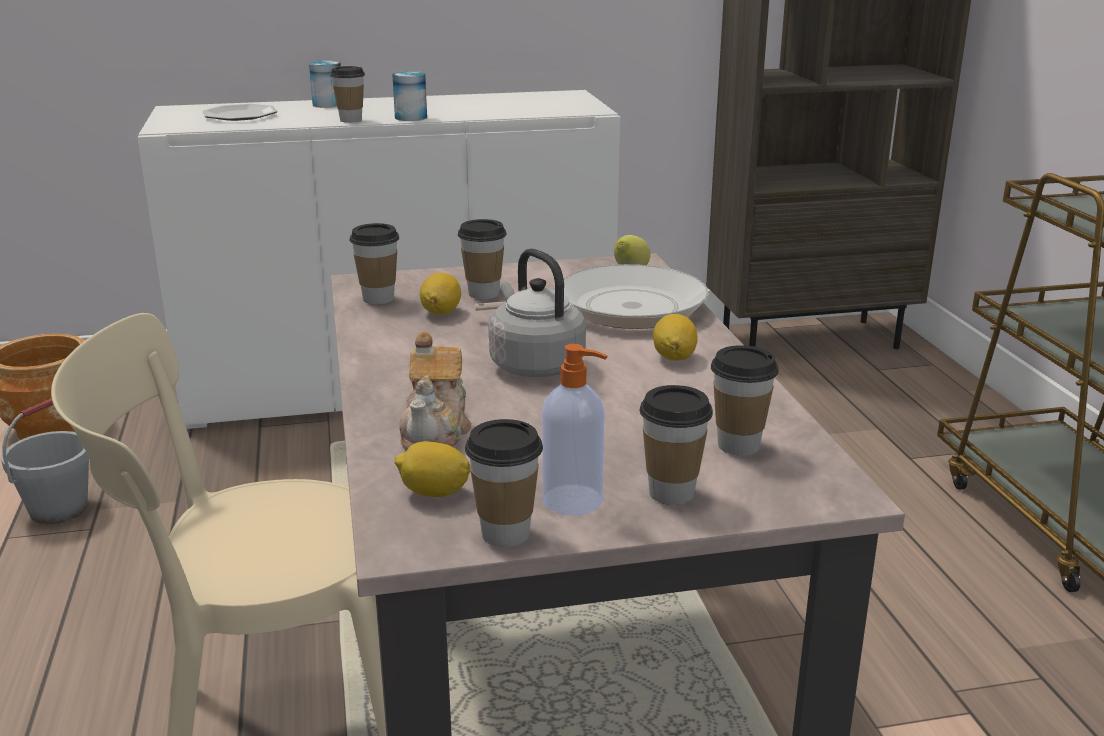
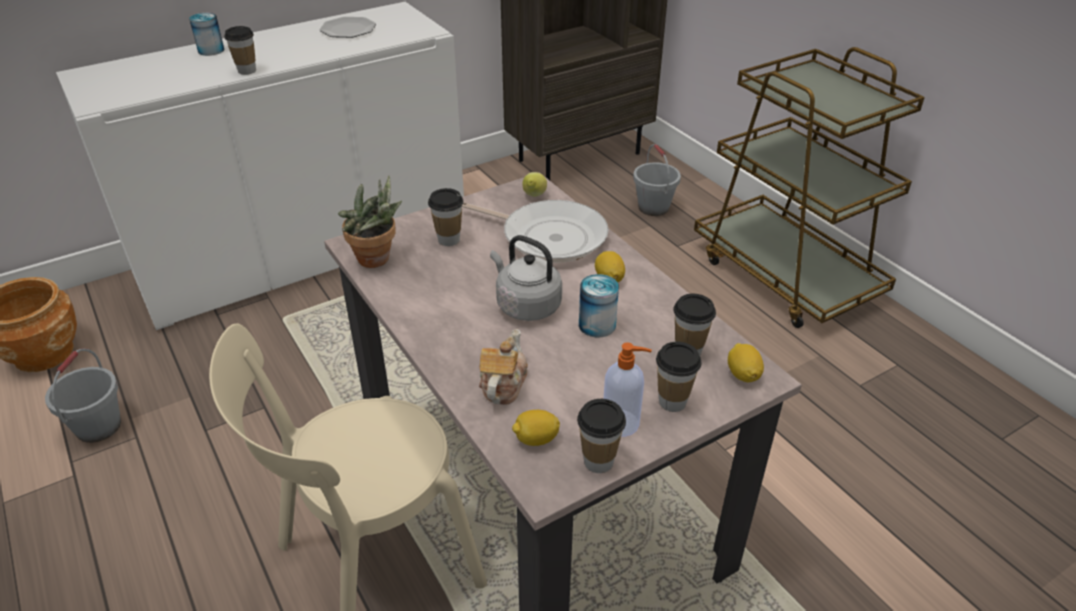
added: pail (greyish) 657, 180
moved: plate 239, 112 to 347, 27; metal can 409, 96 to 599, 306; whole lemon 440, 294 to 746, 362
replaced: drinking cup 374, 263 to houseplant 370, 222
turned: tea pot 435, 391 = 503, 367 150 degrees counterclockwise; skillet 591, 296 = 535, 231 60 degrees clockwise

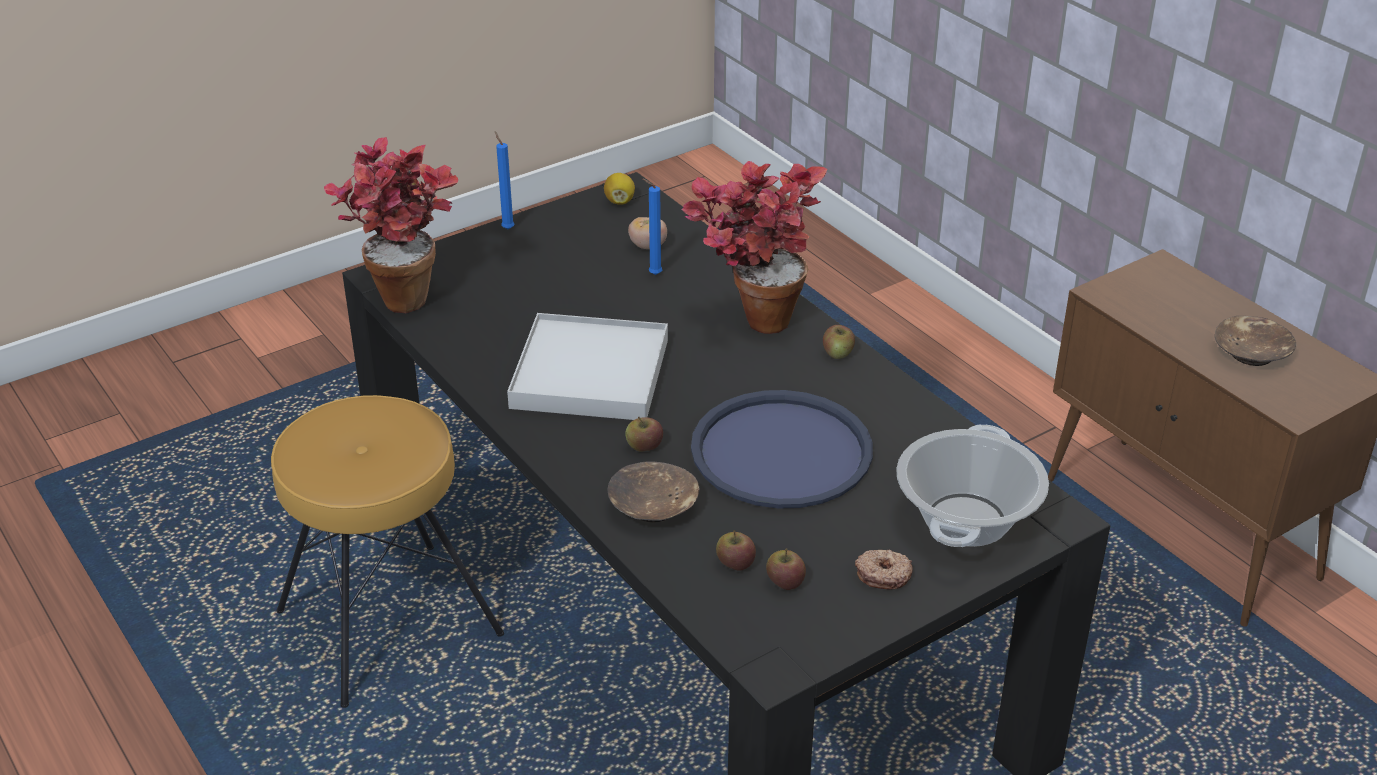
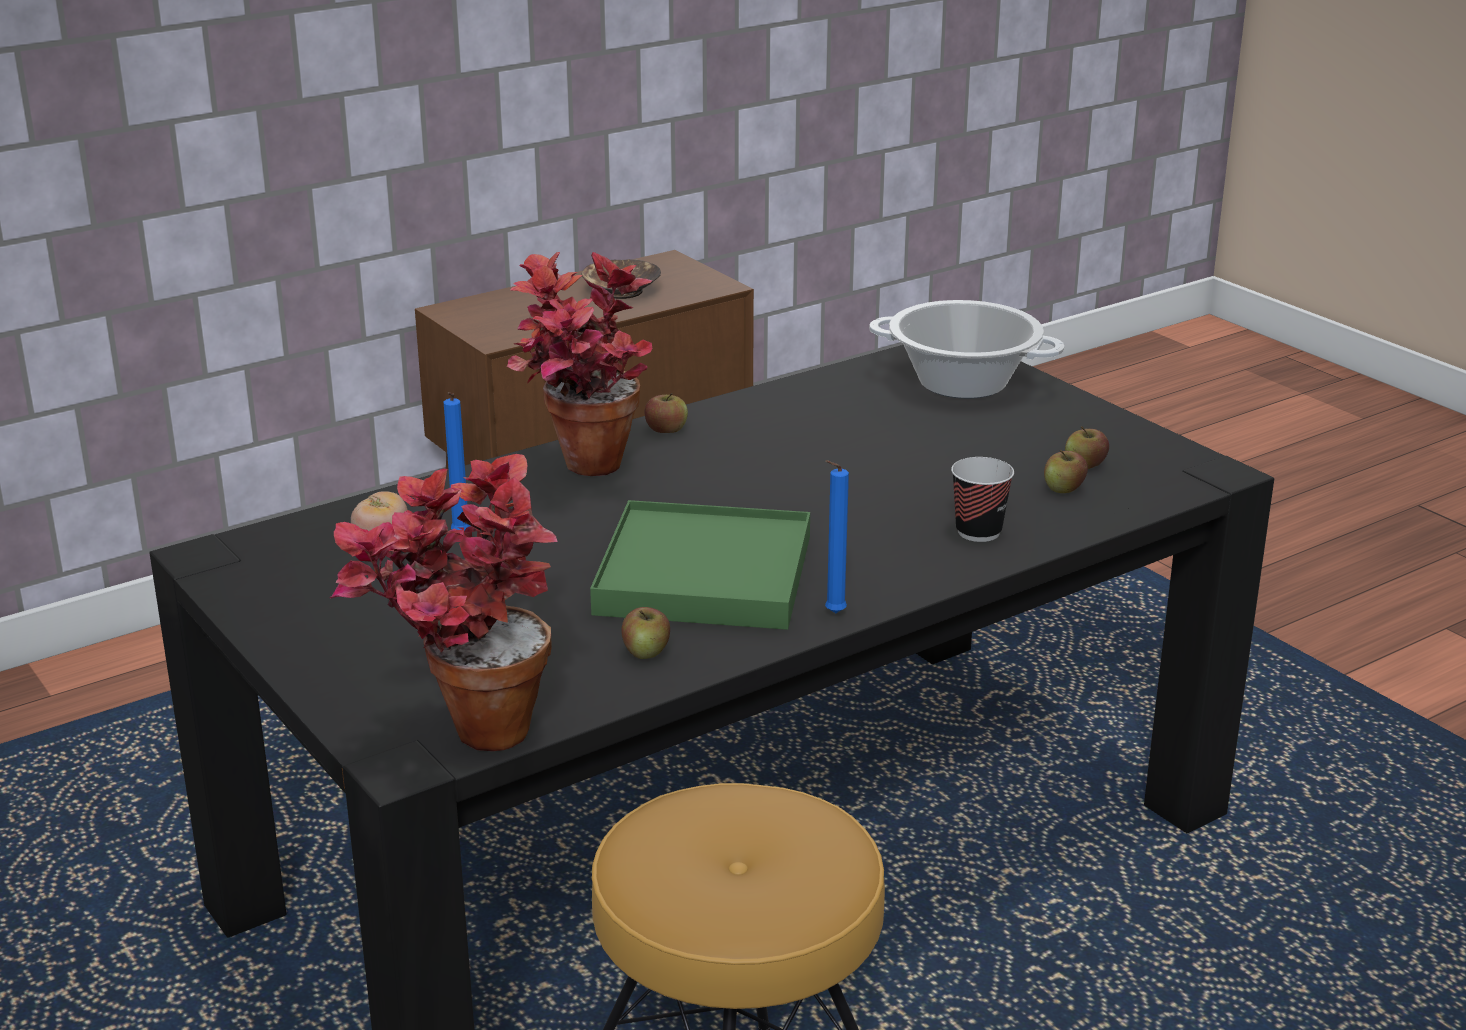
removed: whole lemon 619, 189; tray (bluish) 782, 449; donut 884, 569
moved: wax candle (bluish) 505, 180 to 837, 536; whole apple 644, 434 to 645, 633
replaced: serving bowl (brown-coloured) 653, 492 to drinking cup 982, 499
recoloured: tray (white-coloured) 587, 366 to tray (green-coloured) 700, 565

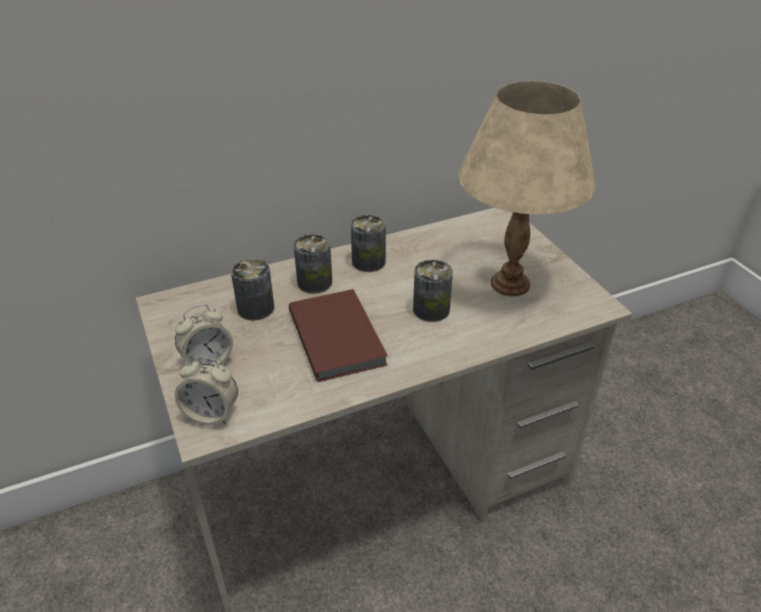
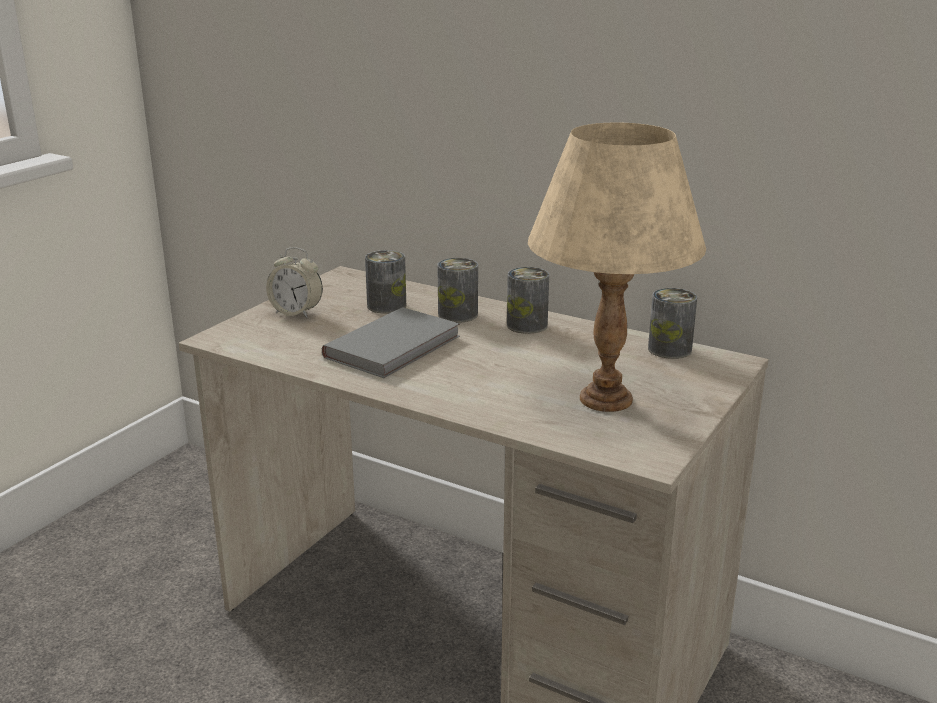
removed: table clock 206, 390
moved: metal can 433, 290 to 672, 323
recoloured: bound book (brown-coloured) 338, 335 to bound book (greyish) 391, 342

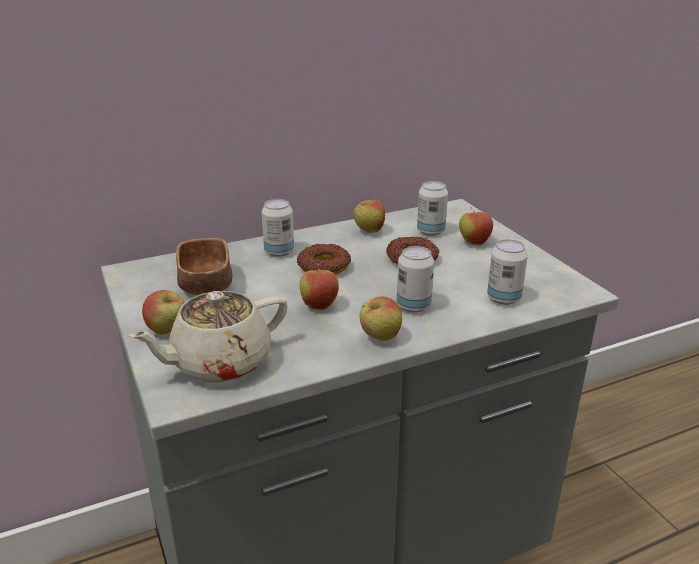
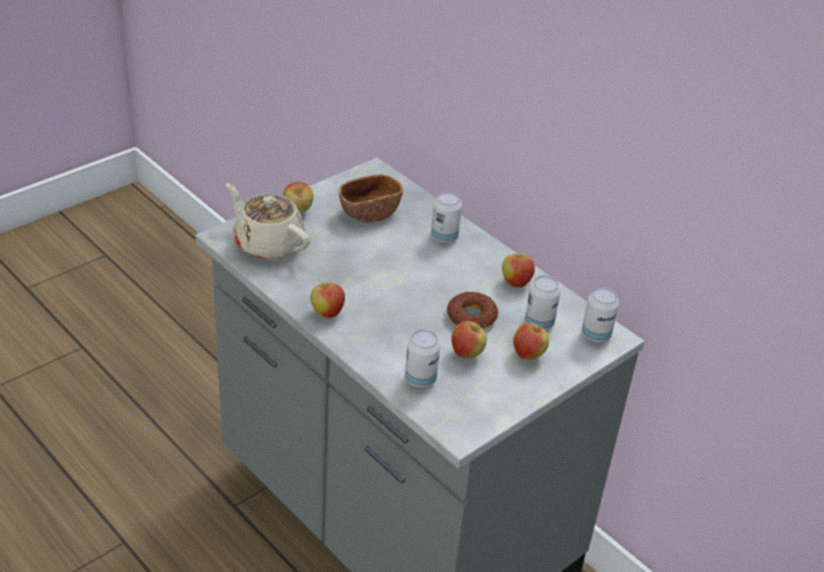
removed: donut 324, 259
moved: whole apple 319, 287 to 469, 340; metal can 415, 279 to 600, 314

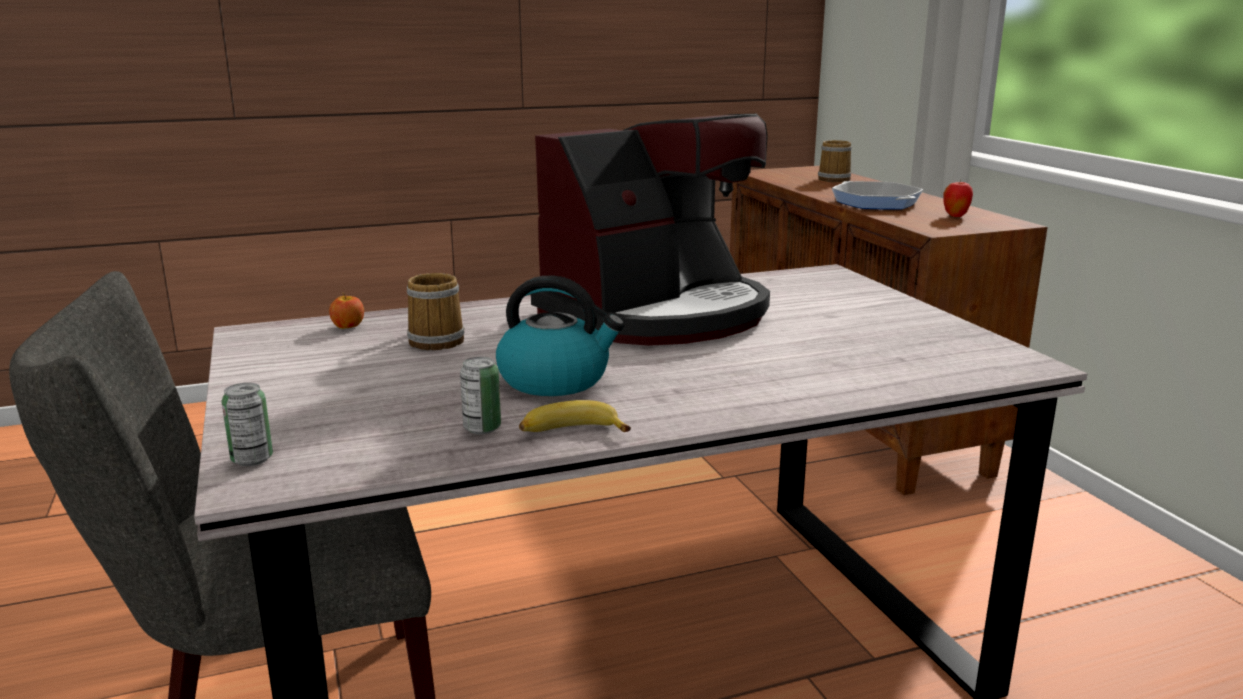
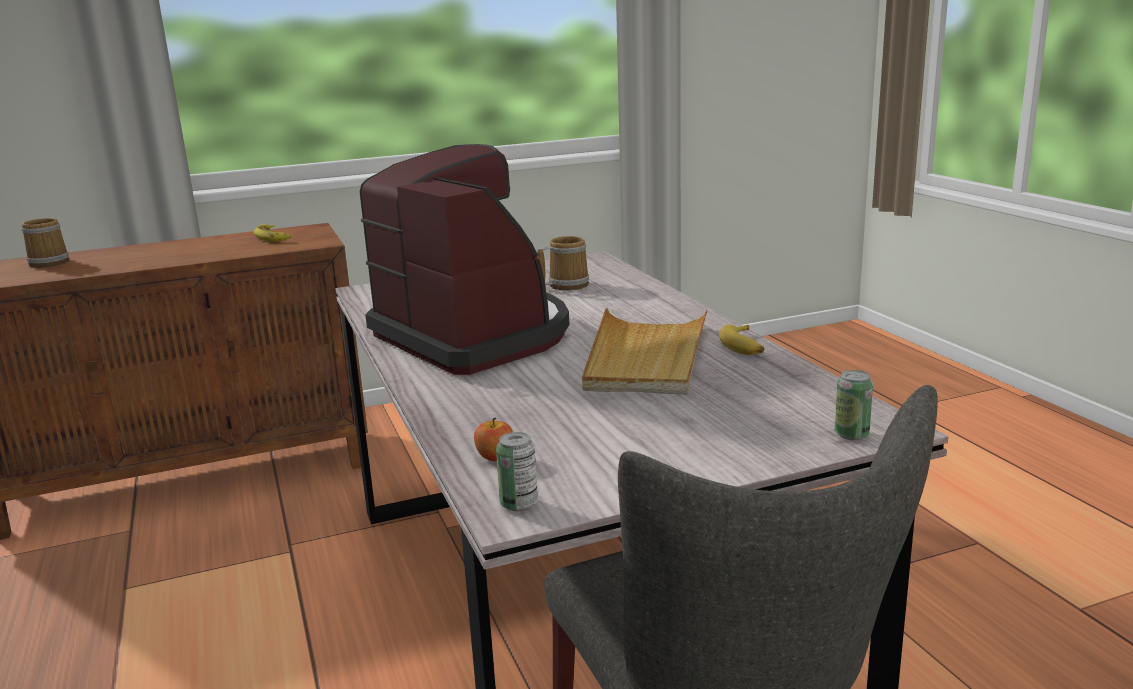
removed: skillet 877, 195
moved: mug 436, 311 to 563, 263; metal can 480, 395 to 517, 471
replaced: tea kettle 560, 336 to tray (beige-coloured) 644, 351; whole apple 958, 198 to banana fruit 272, 233

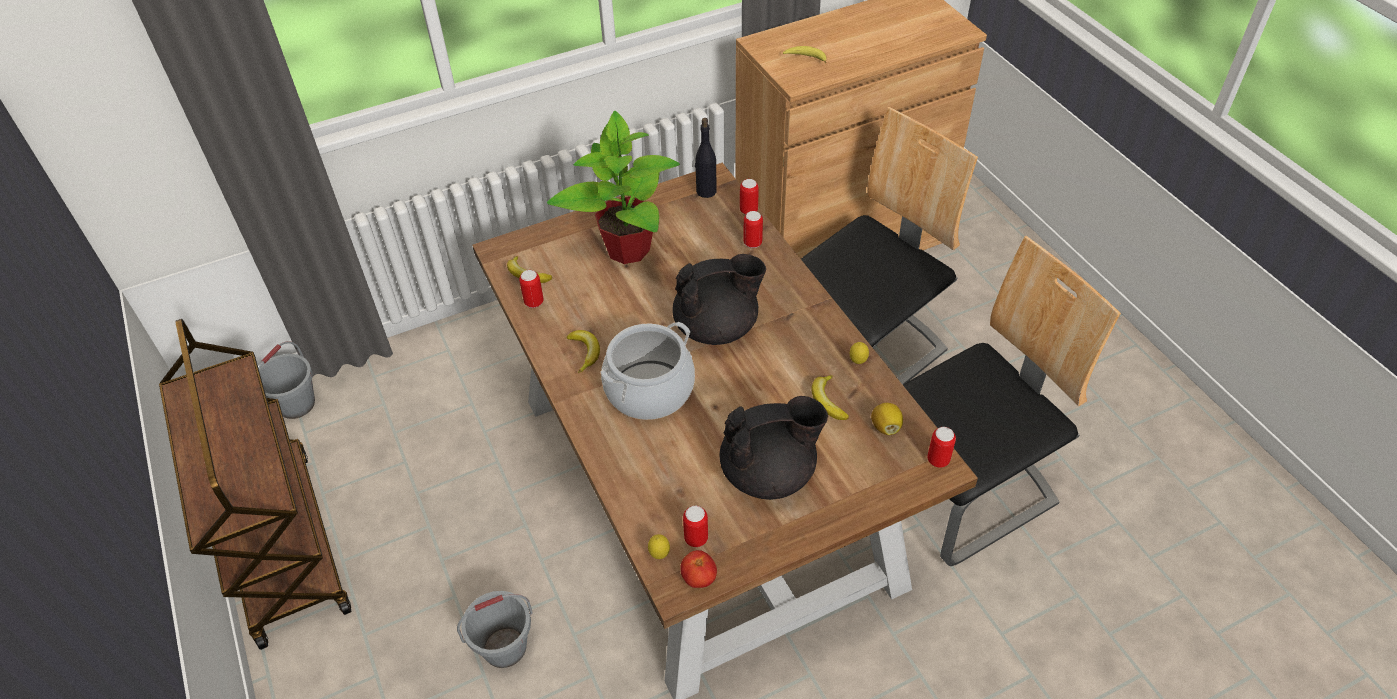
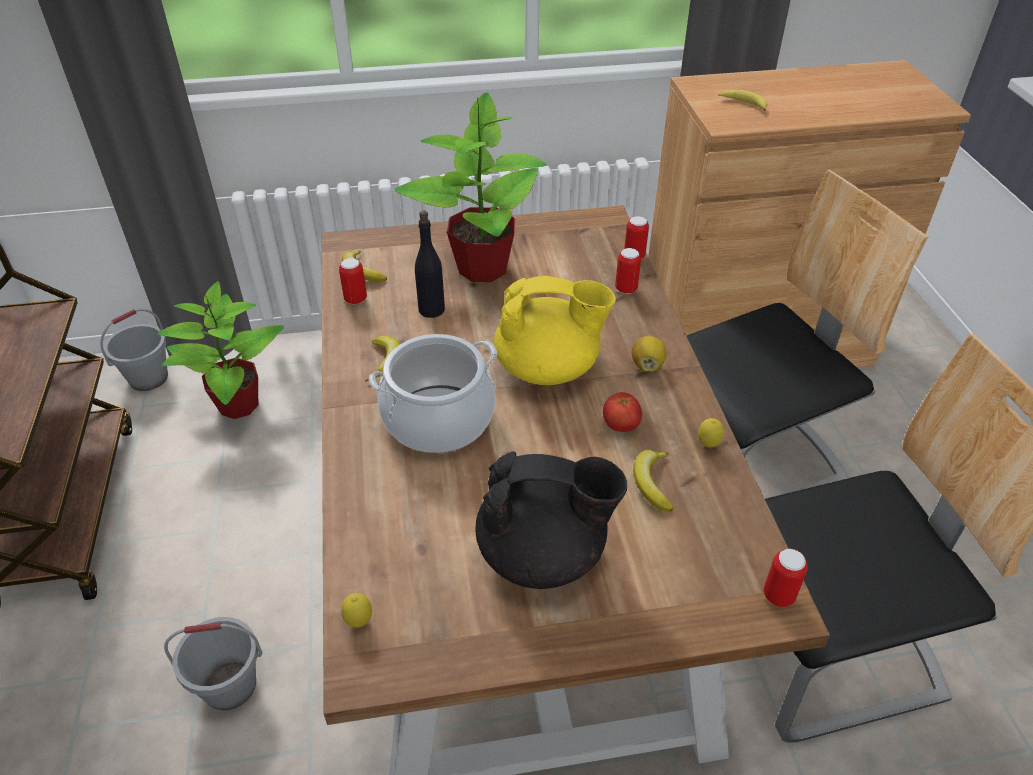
removed: metal can 695, 526
added: houseplant 221, 350
moved: fresh tomato 698, 569 to 622, 412; bottle (blackish) 706, 158 to 430, 264; whole lemon 887, 419 to 649, 354
recoloured: tea pot (blackish) 719, 299 to tea pot (yellow) 555, 330

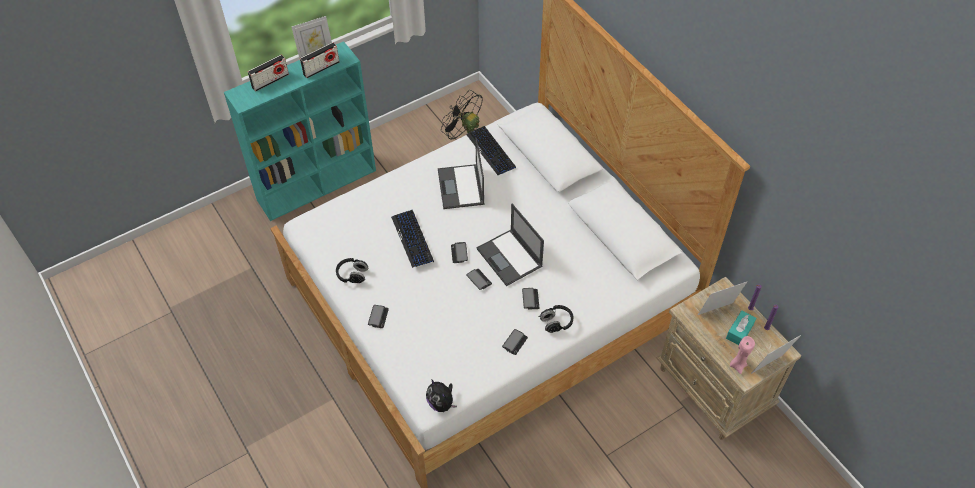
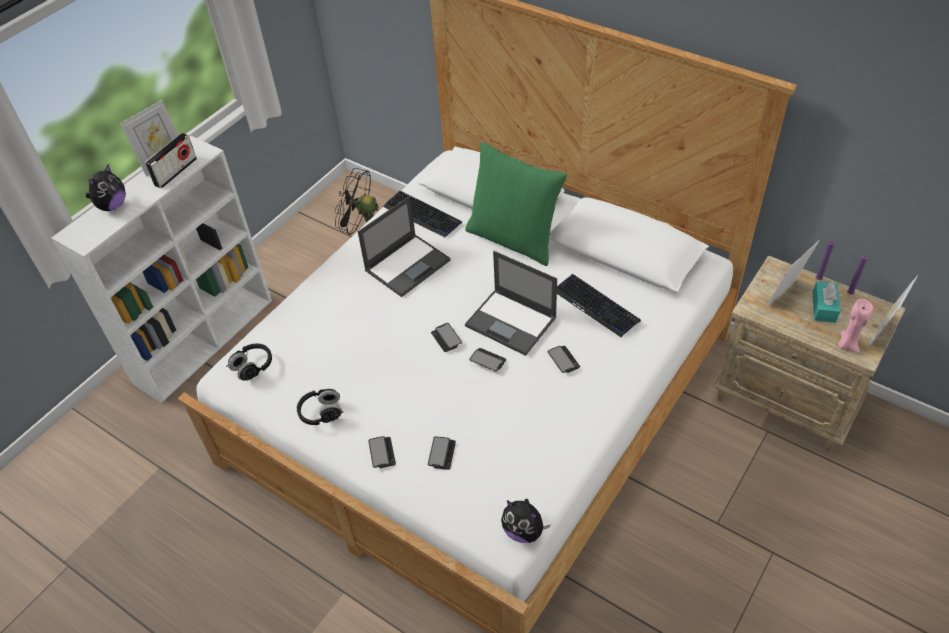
added: cushion (green-coloured) 516, 204
moved: PC keyboard 412, 239 to 599, 305; handset 515, 342 to 442, 453; pair of headphones (blackish) 555, 319 to 249, 362
replaced: radio set 268, 73 to plush toy 106, 187
recoloured: bookshelf (turquoise) 300, 131 to bookshelf (white-coloured) 161, 269
turned: laptop 461, 173 = 404, 246 105 degrees counterclockwise

